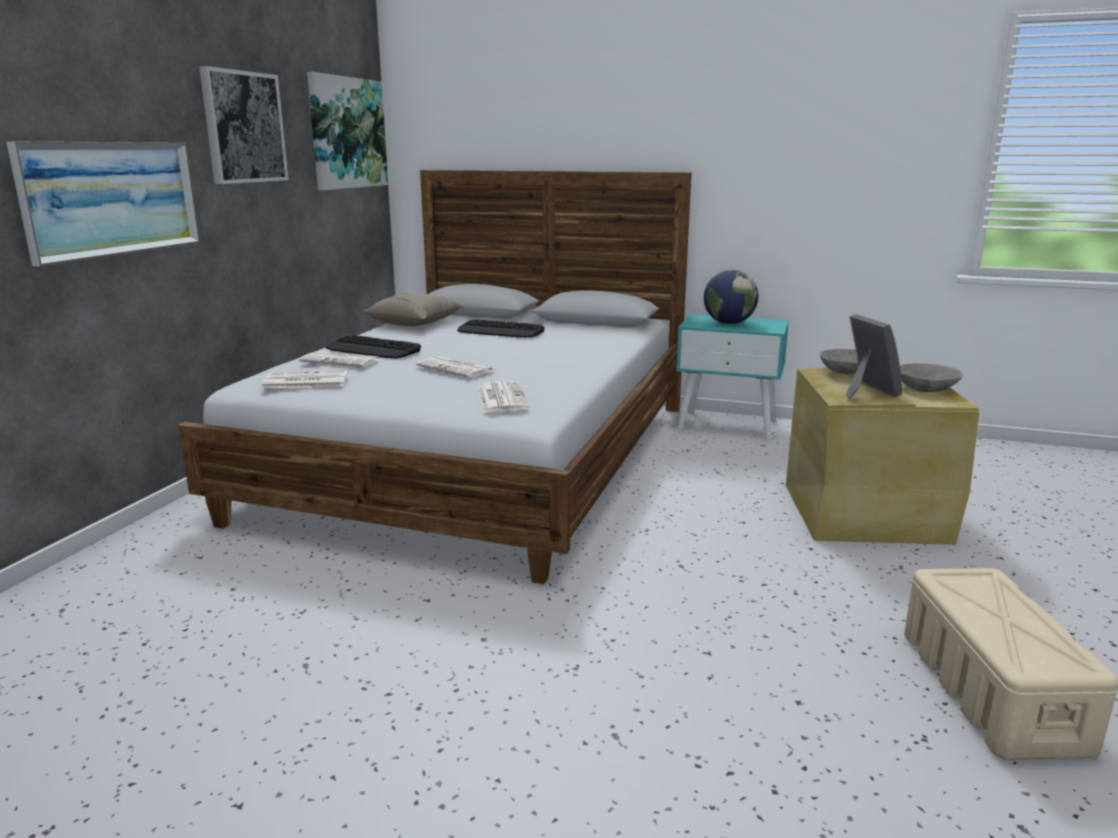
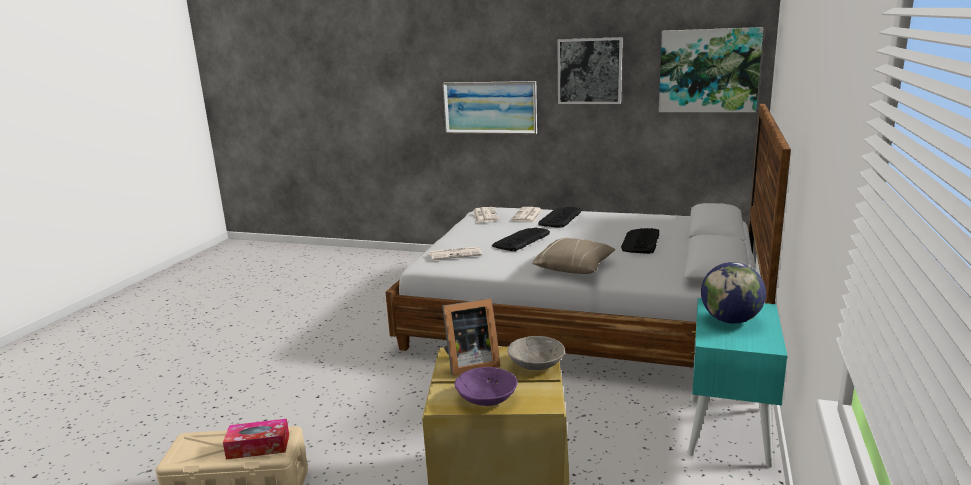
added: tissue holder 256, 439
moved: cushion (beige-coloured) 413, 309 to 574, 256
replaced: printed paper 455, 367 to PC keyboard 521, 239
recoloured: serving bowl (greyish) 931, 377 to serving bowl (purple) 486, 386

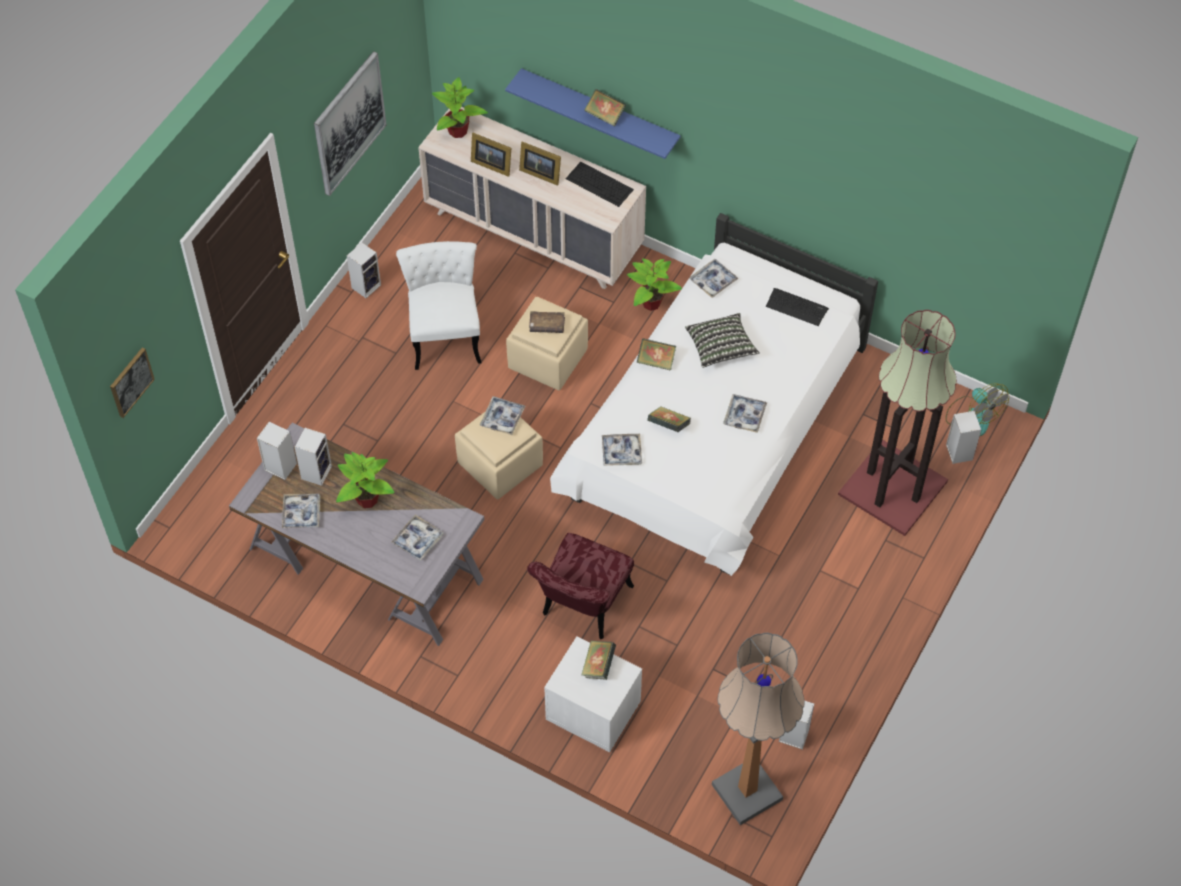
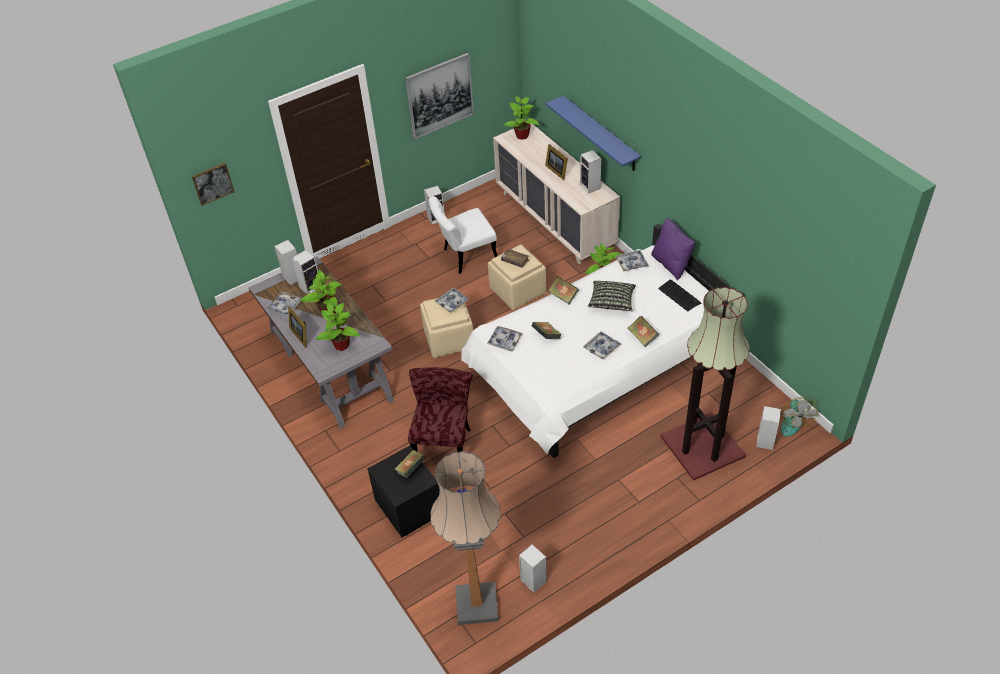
added: cushion (purple) 673, 248
moved: photo frame 491, 155 to 297, 327; bound book 605, 108 to 643, 331
replaced: tray 417, 538 to houseplant 338, 327; PC keyboard 600, 184 to speaker 590, 172
recoloured: bedside table (white-coloured) 593, 694 to bedside table (blackish) 403, 491
turned: upright chair (white-coloured) 438, 305 = 463, 235 135 degrees counterclockwise; upright chair (red-coloured) 580, 586 = 440, 409 135 degrees clockwise

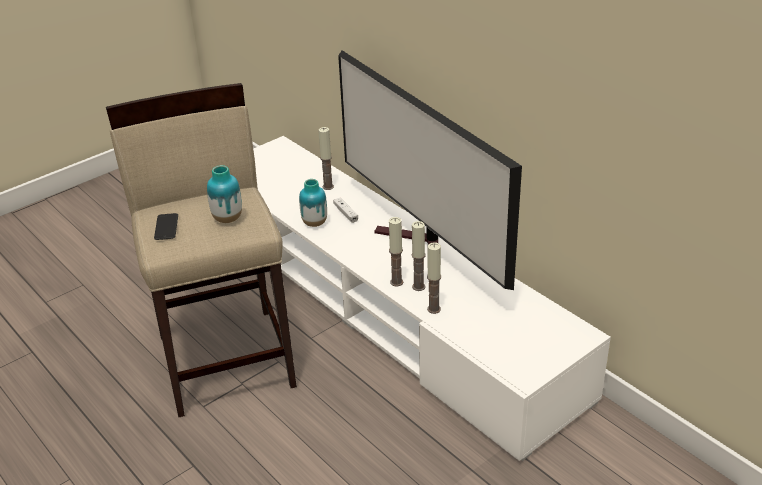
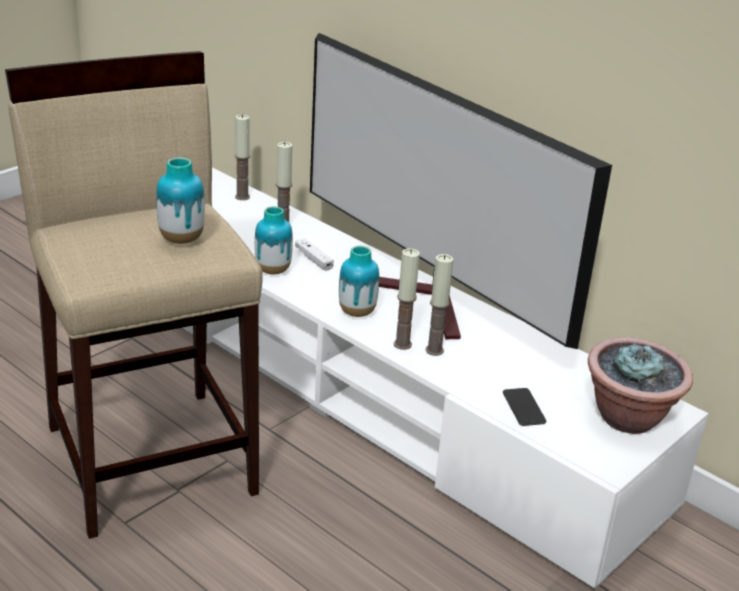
added: decorative vase 359, 281; houseplant 640, 385
moved: handset 166, 226 to 524, 407; wax candle 434, 278 to 242, 157

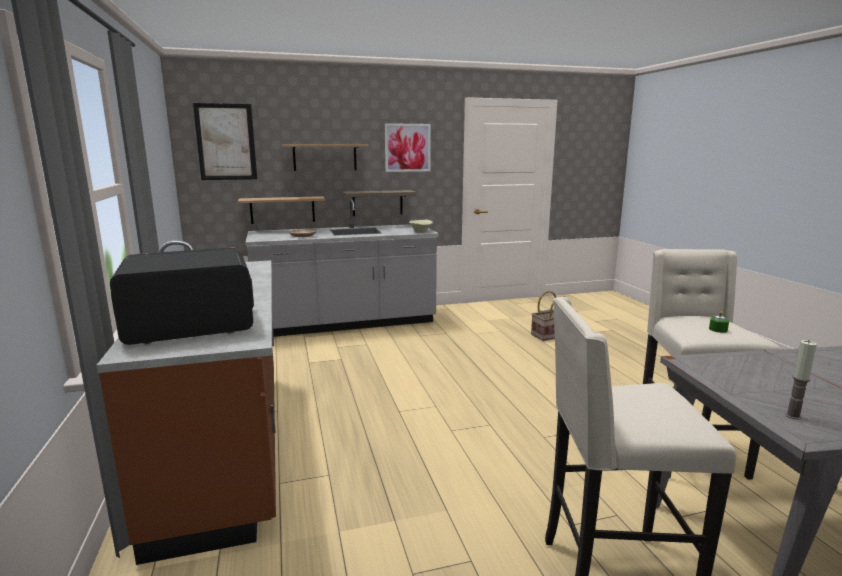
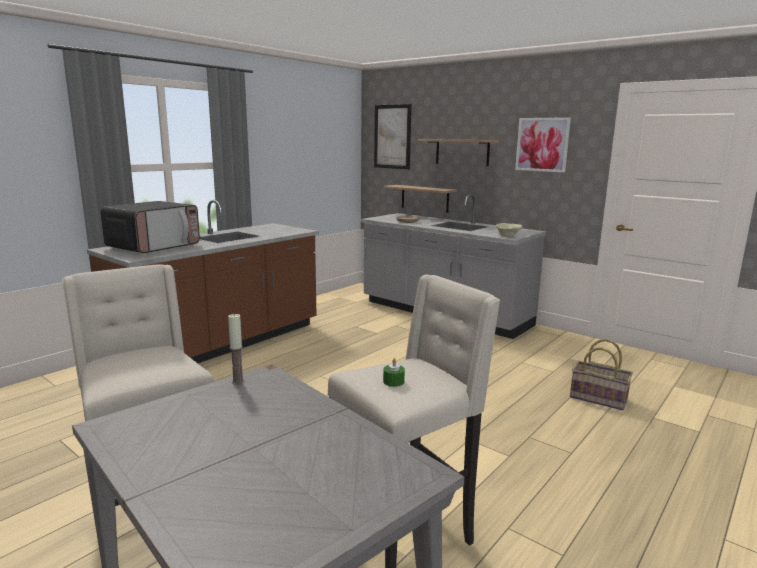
removed: bracket shelf 379, 203
moved: wax candle 801, 380 to 236, 349
turned: microwave oven 182, 296 = 150, 227 90 degrees clockwise

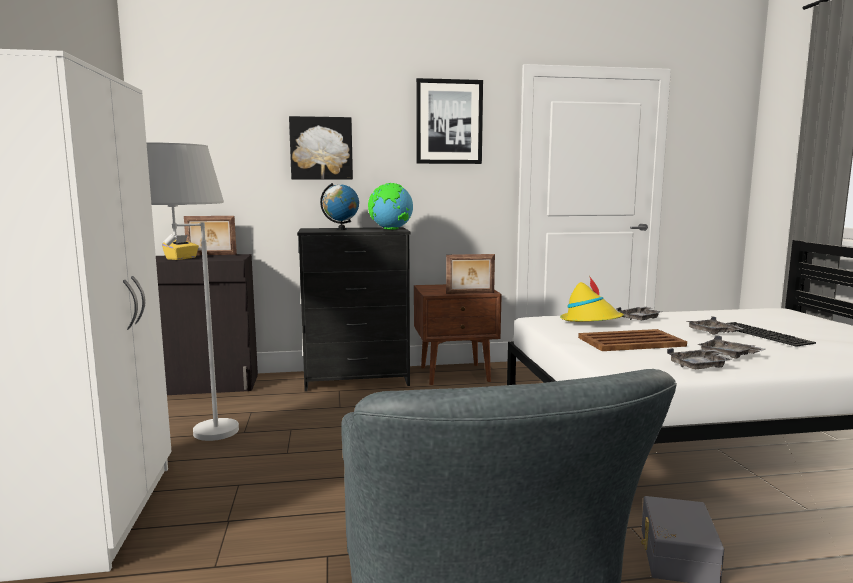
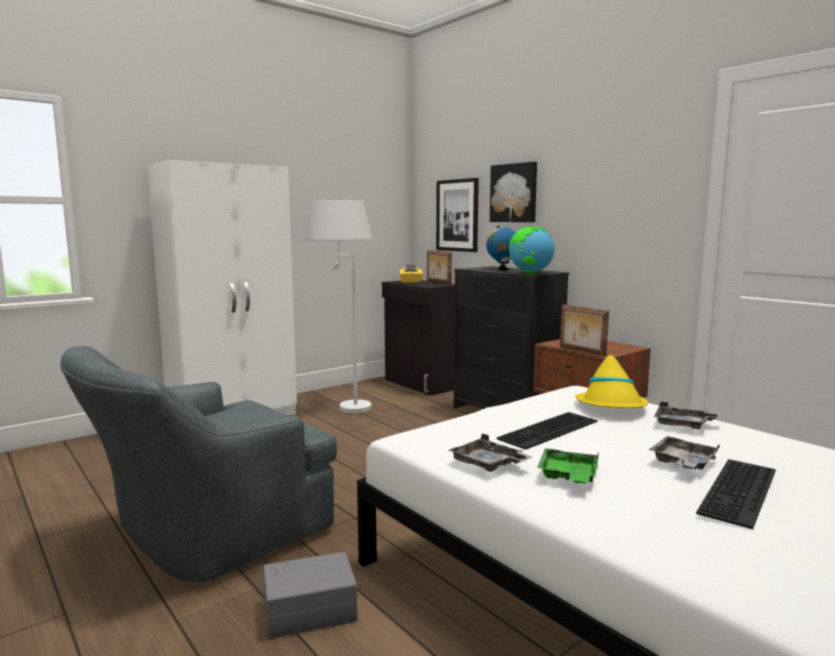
moved: wall art 449, 121 to 457, 215
replaced: tray (brown-coloured) 632, 340 to PC keyboard 547, 431
recoloured: tray (greyish) 731, 347 to tray (green-coloured) 568, 465

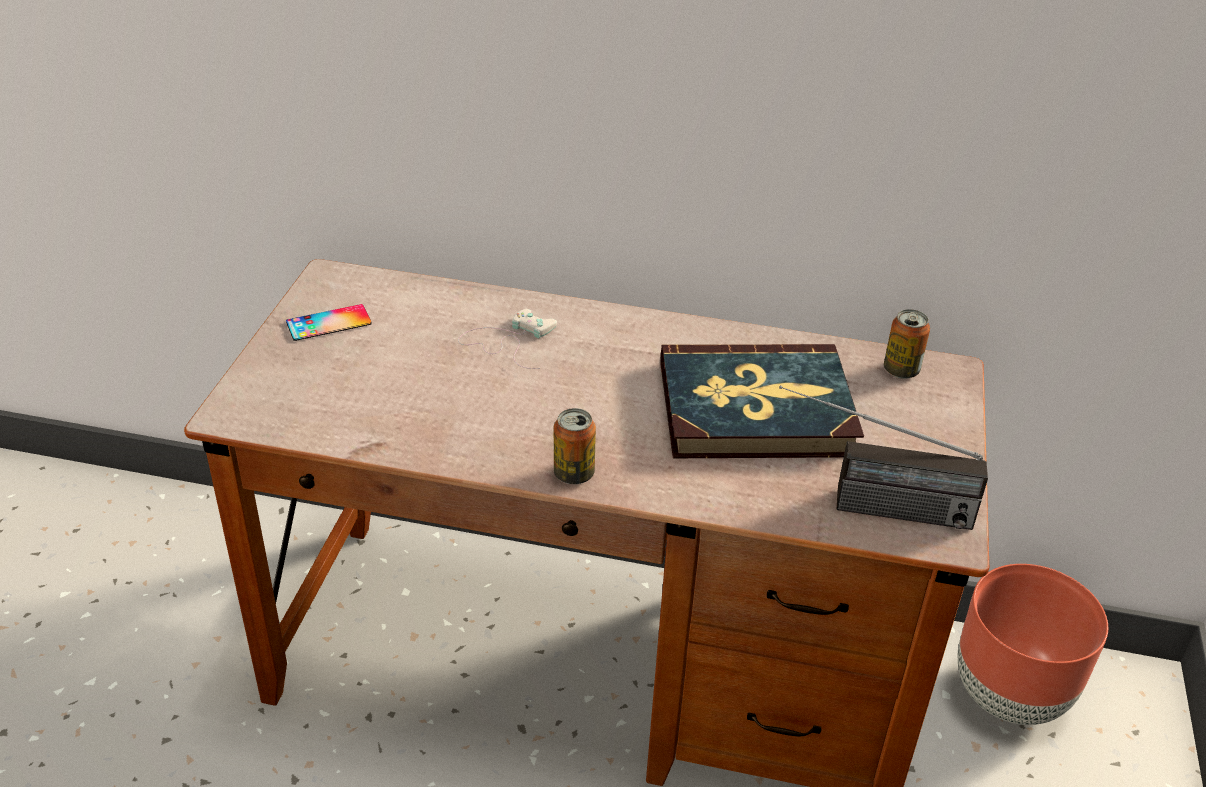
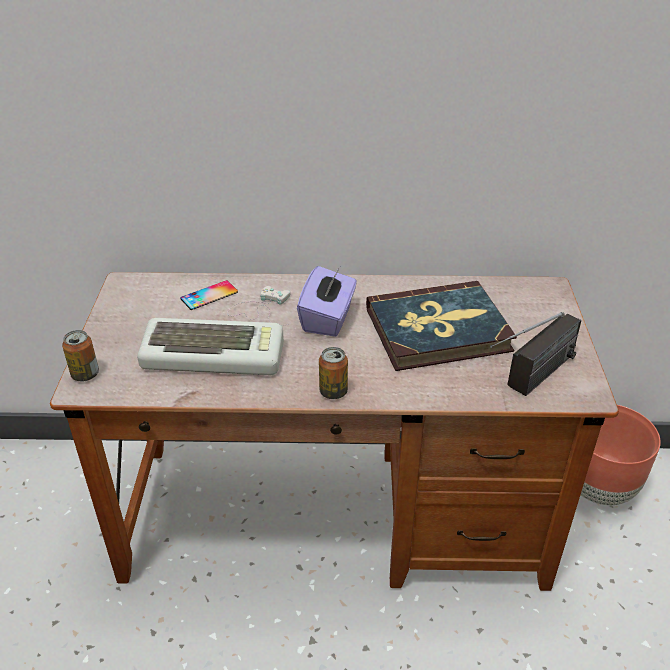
added: PC keyboard 210, 346; tissue holder (purple) 327, 301
moved: handset 329, 322 to 209, 295; metal can 907, 344 to 80, 355
turned: radio set 883, 457 = 536, 354 45 degrees counterclockwise

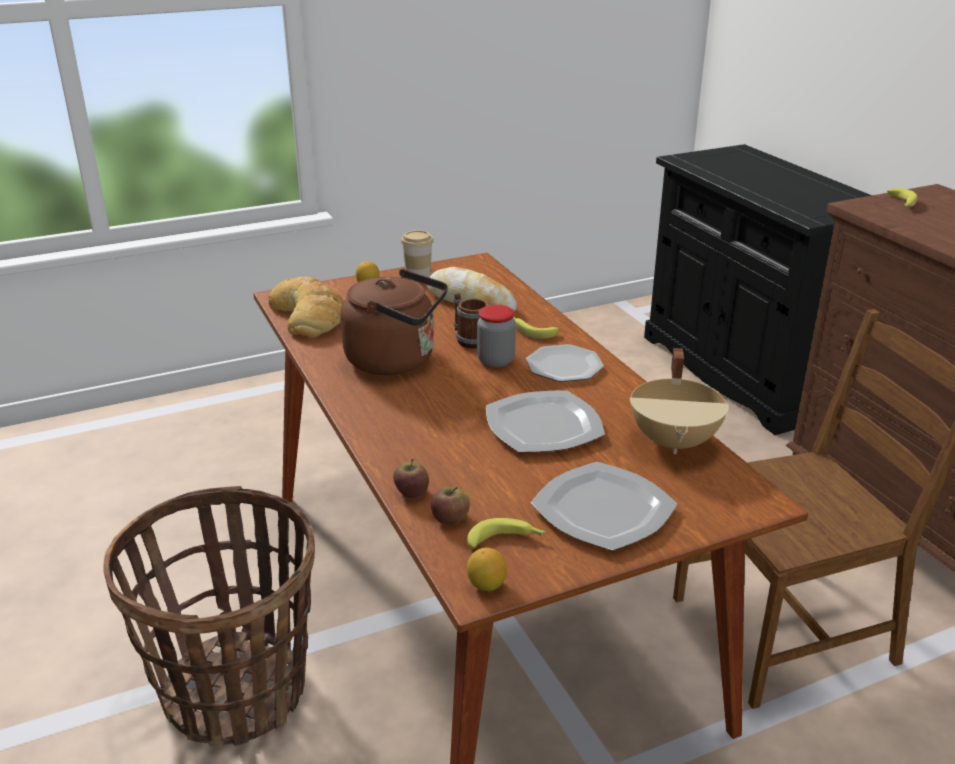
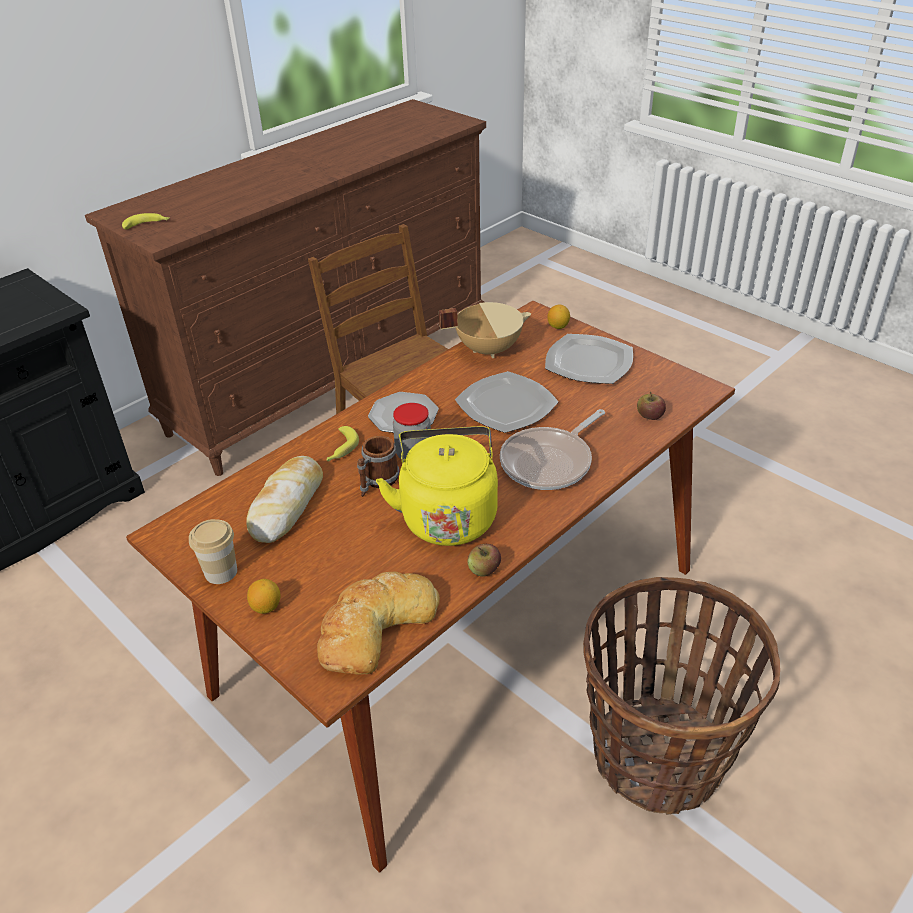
removed: banana fruit 506, 533
added: skillet 552, 449
moved: whole apple 411, 478 to 484, 560; whole lemon 487, 569 to 558, 317
recoloured: tea kettle (brown-coloured) 394, 322 to tea kettle (yellow) 437, 486

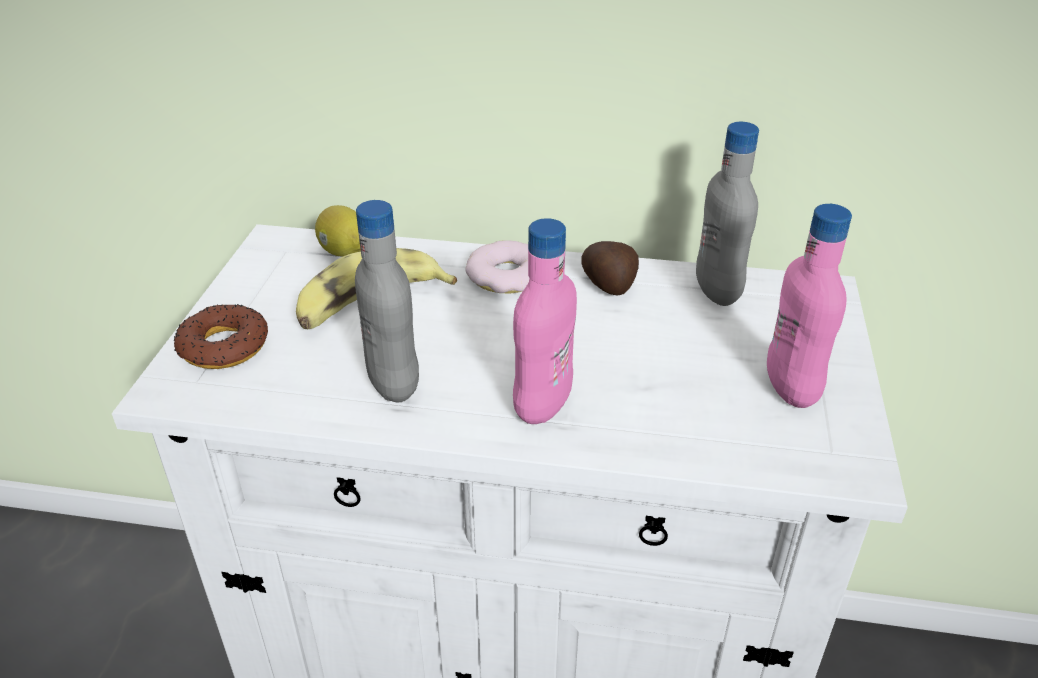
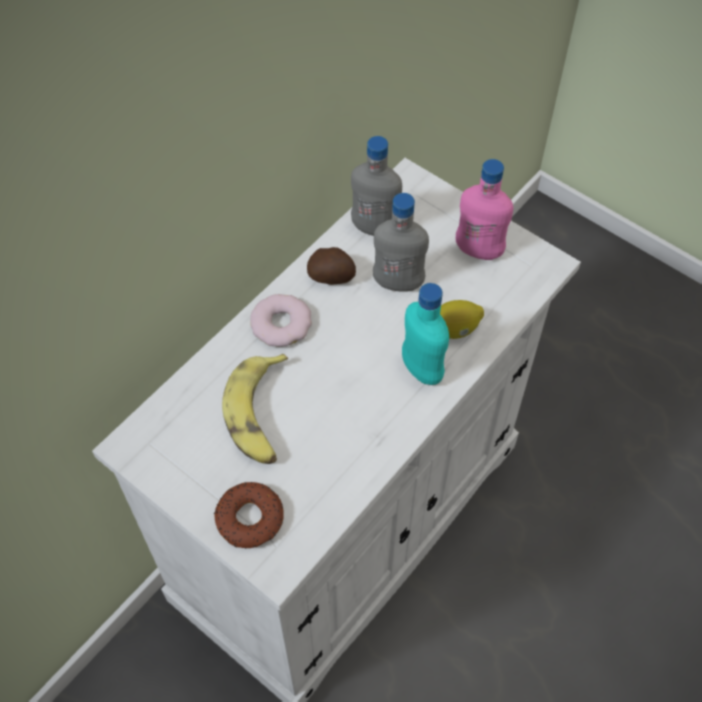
moved: whole lemon 338, 231 to 462, 319; bottle (greyish) 387, 301 to 401, 242
recoloured: bottle (pinkish) 545, 321 to bottle (turquoise) 425, 334

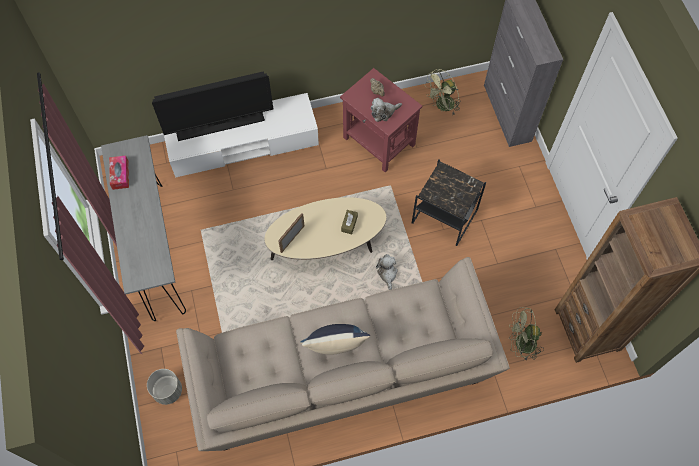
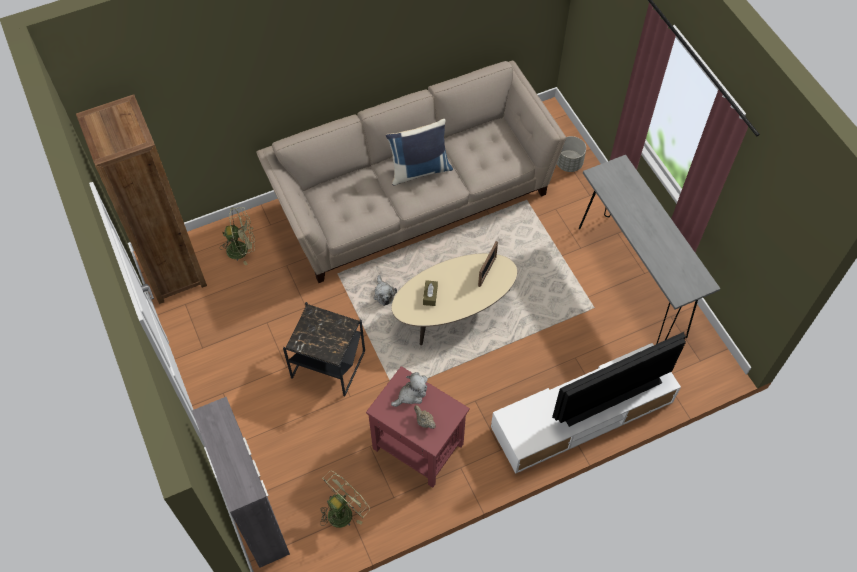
removed: tissue holder 119, 173

